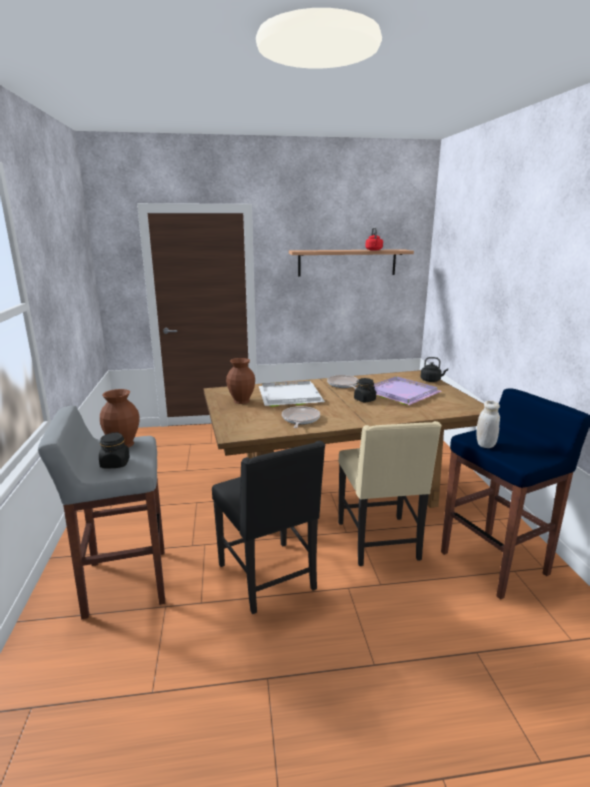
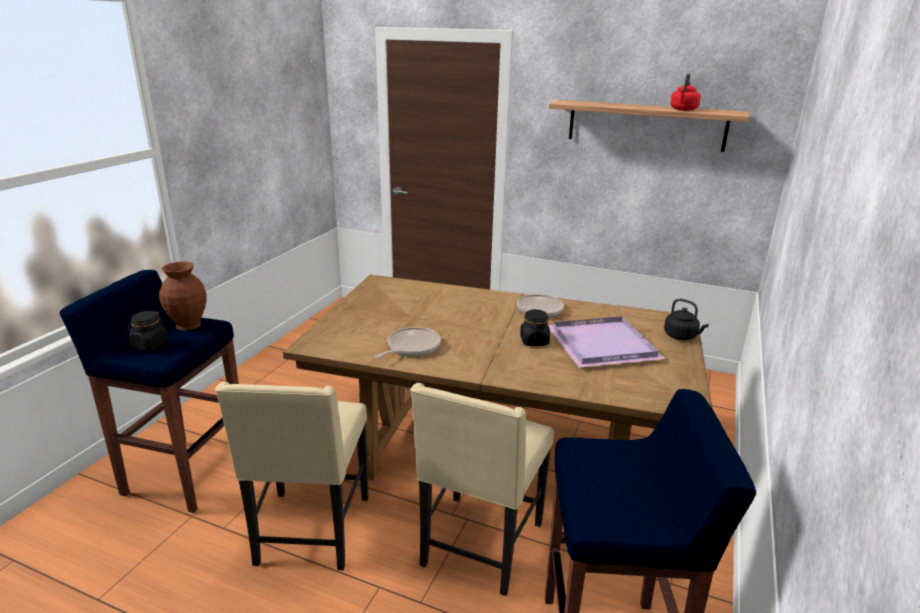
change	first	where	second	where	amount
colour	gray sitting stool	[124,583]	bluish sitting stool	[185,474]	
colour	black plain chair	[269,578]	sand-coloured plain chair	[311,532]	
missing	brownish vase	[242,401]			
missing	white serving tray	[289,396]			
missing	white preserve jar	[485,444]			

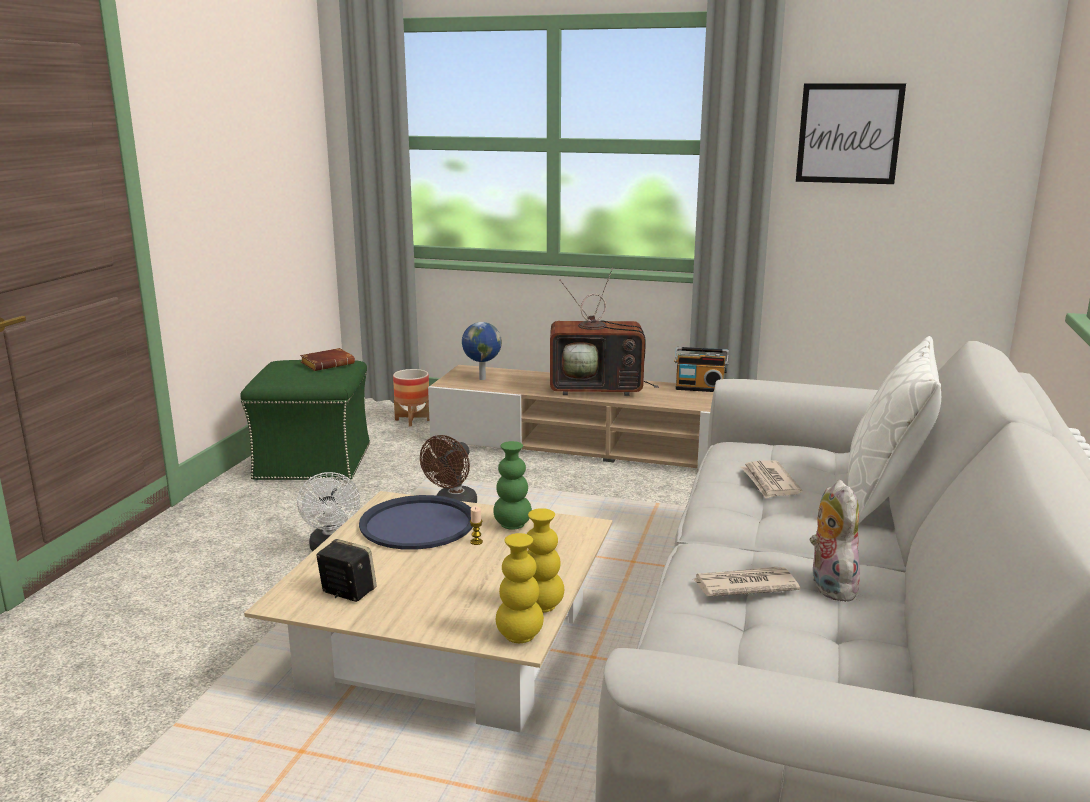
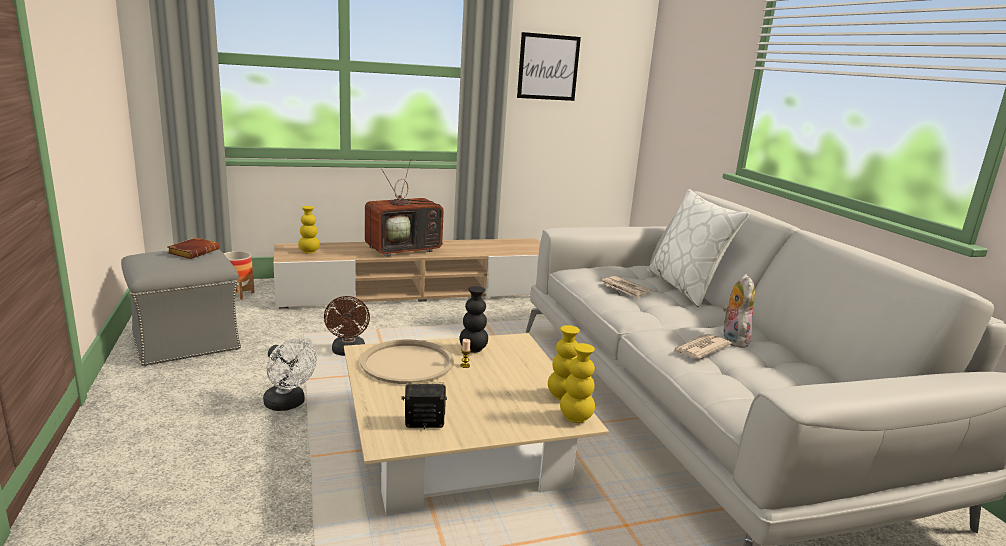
change	first	where	second	where	amount
colour	green ottoman	[314,462]	gray ottoman	[187,341]	
exchanged	globe	[481,379]	yellow-coloured vase	[309,252]	
colour	bluish serving tray	[418,524]	sand-coloured serving tray	[407,363]	
colour	green vase	[512,525]	black vase	[473,349]	
spun	plush toy	[829,586]		[732,339]	45 degrees clockwise
missing	radio set	[699,388]			

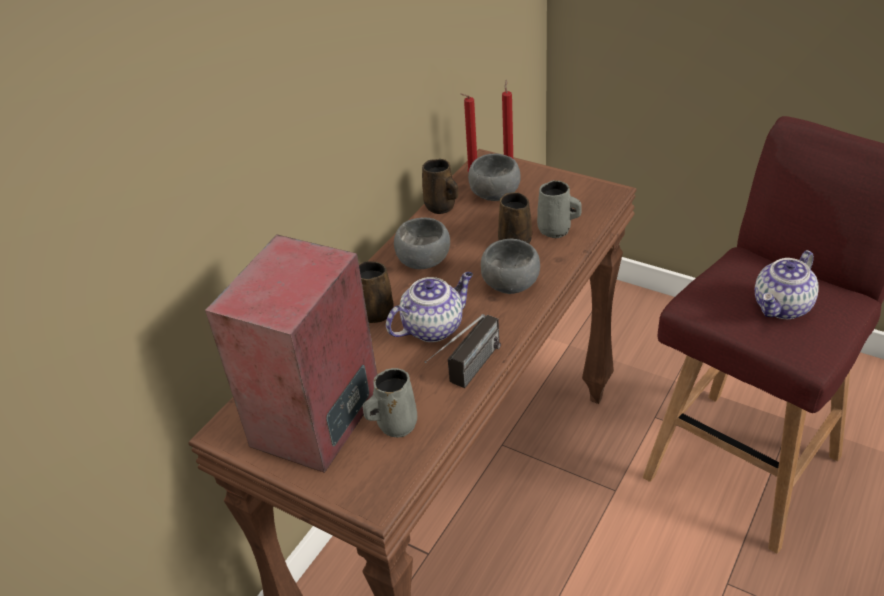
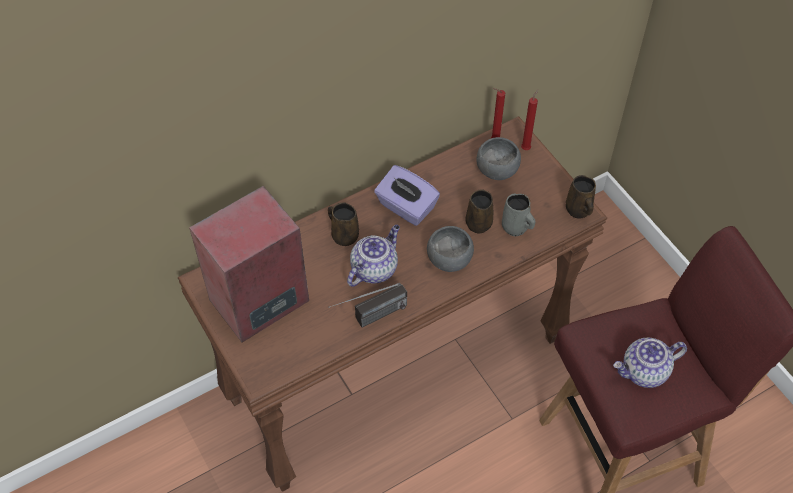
change	first	where	second	where	amount
spun	teapot	[433,327]		[374,268]	45 degrees counterclockwise
exchanged	gray serving bowl	[425,260]	purplish tissue box	[406,207]	
relocated	brownish coffee mug	[441,207]		[579,210]	
missing	gray coffee mug	[395,425]			

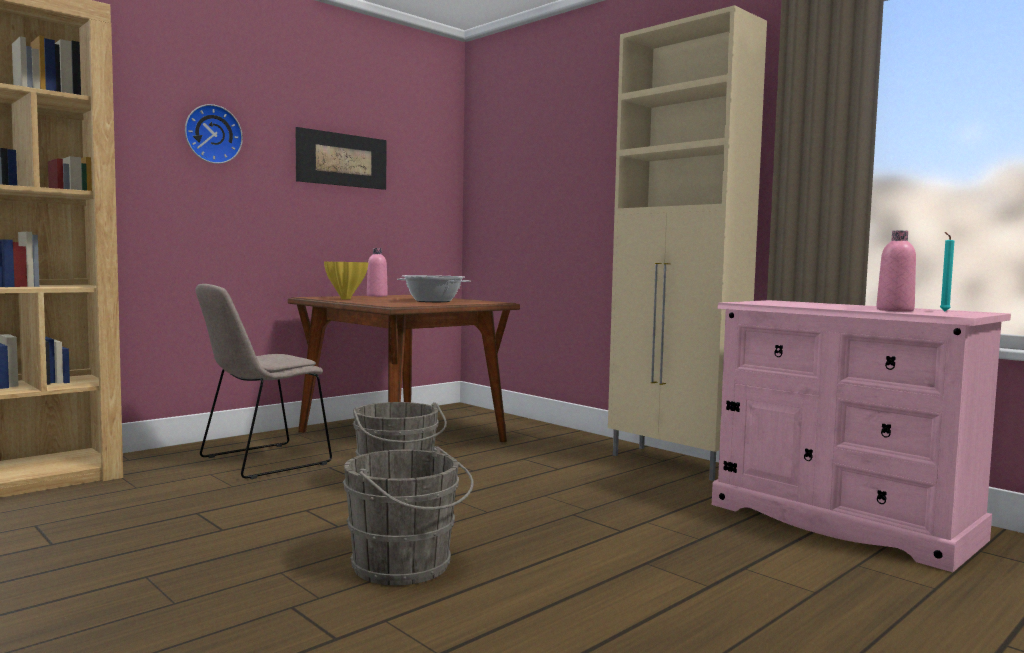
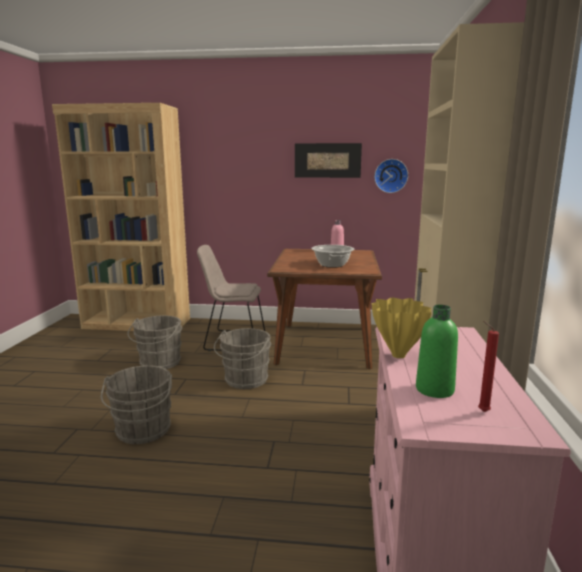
change	first	where	second	where	amount
appeared			gray water bucket	[159,363]	
relocated	yellow-coloured vase	[344,299]		[397,355]	
relocated	hanging clock	[212,134]		[390,176]	
colour	pink beverage bottle	[895,310]	green beverage bottle	[434,389]	
colour	turquoise wax candle	[943,311]	reddish wax candle	[481,411]	

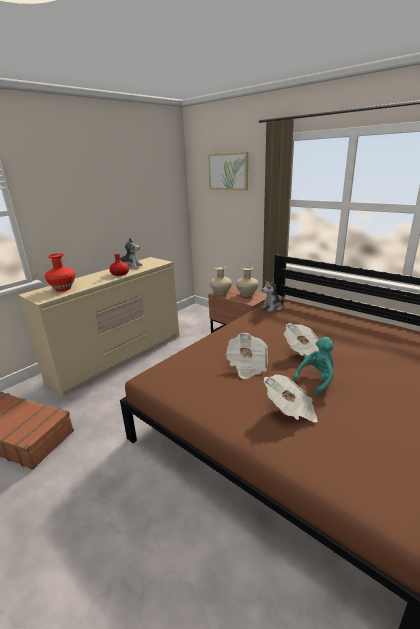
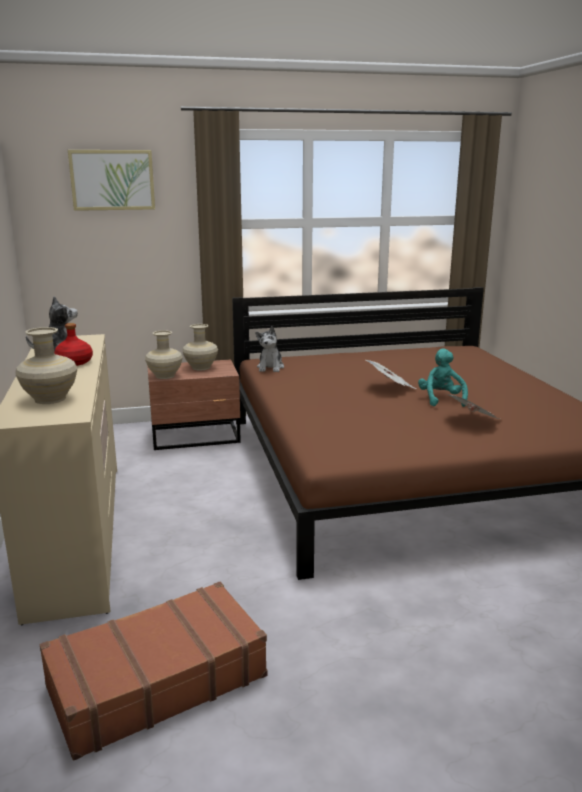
change	first	where	second	where	amount
colour	reddish vase	[63,289]	sand-coloured vase	[51,399]	
missing	printed paper	[247,366]			

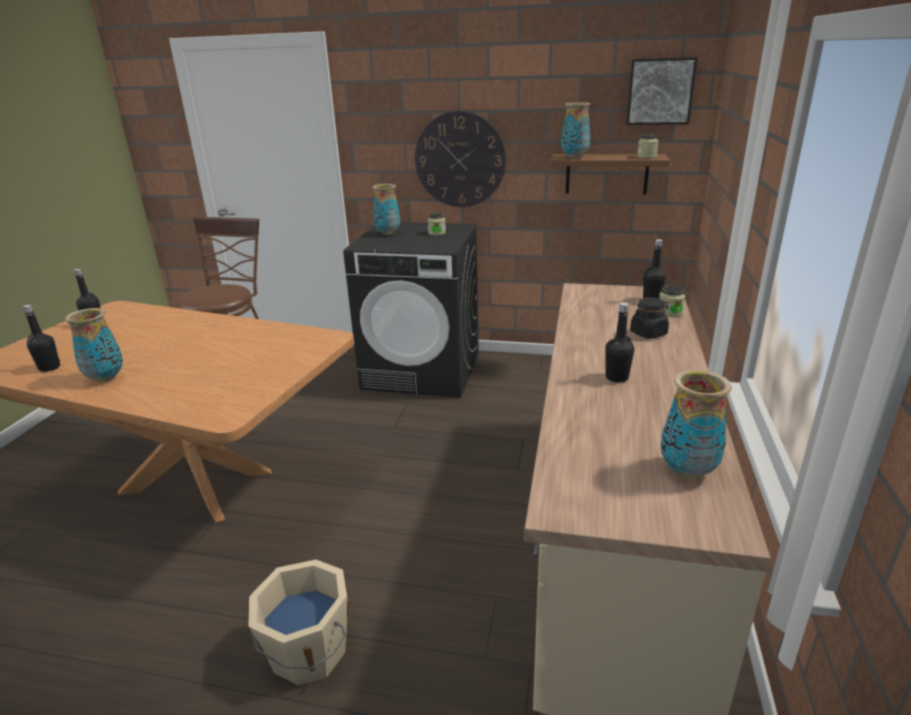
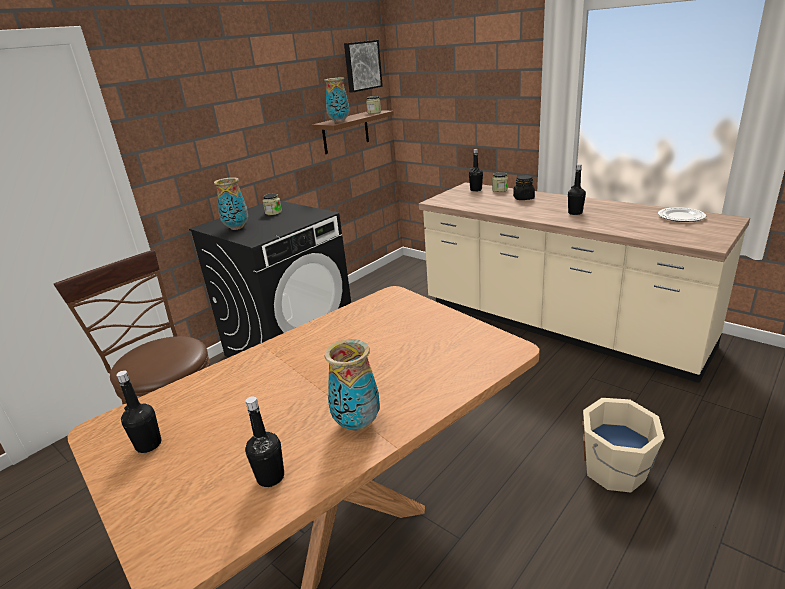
change	first	where	second	where	amount
exchanged	vase	[687,470]	flat dish	[680,217]	
missing	hanging clock	[460,160]			

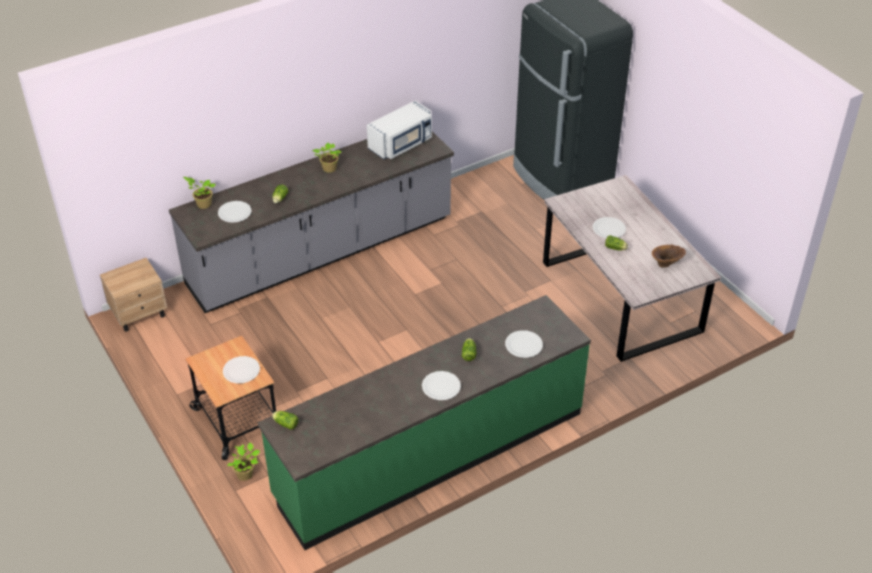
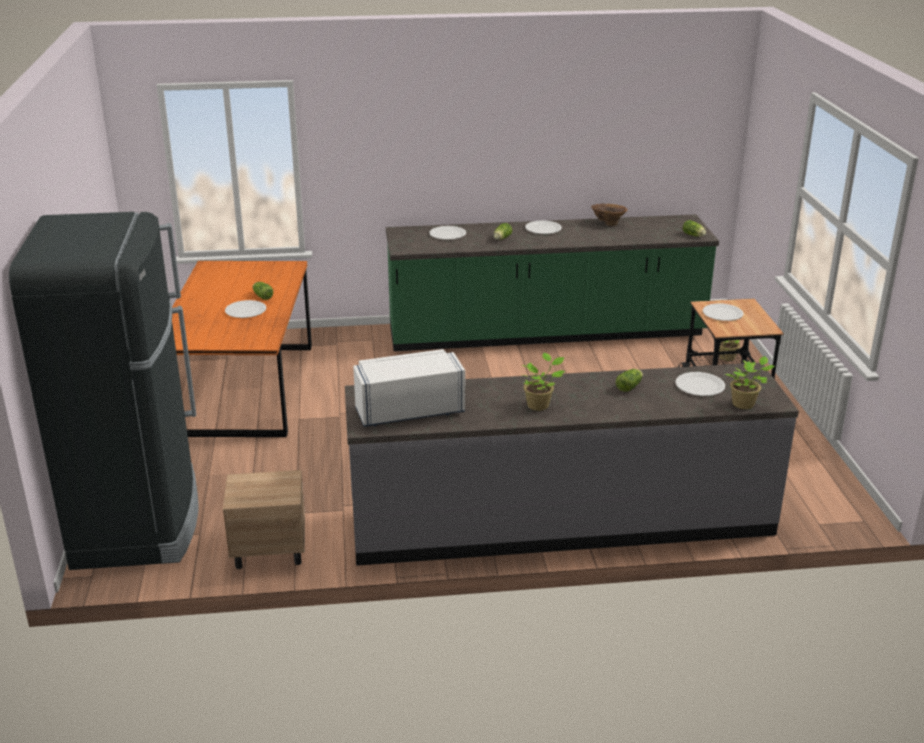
change	first	where	second	where	amount
colour	gray dining table	[622,296]	orange-coloured dining table	[242,388]	
relocated	sand-coloured nightstand	[140,314]		[268,551]	
relocated	brownish vase	[666,265]		[608,223]	

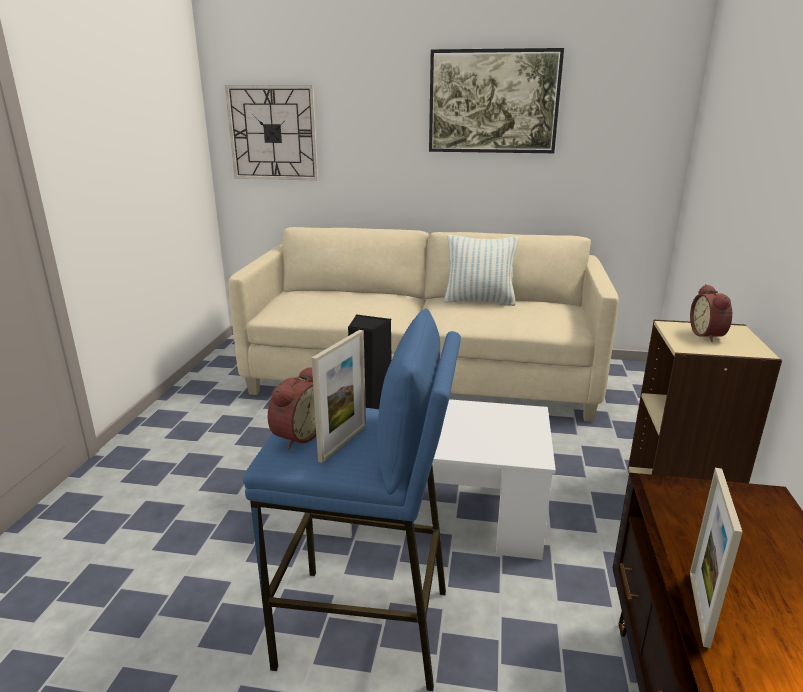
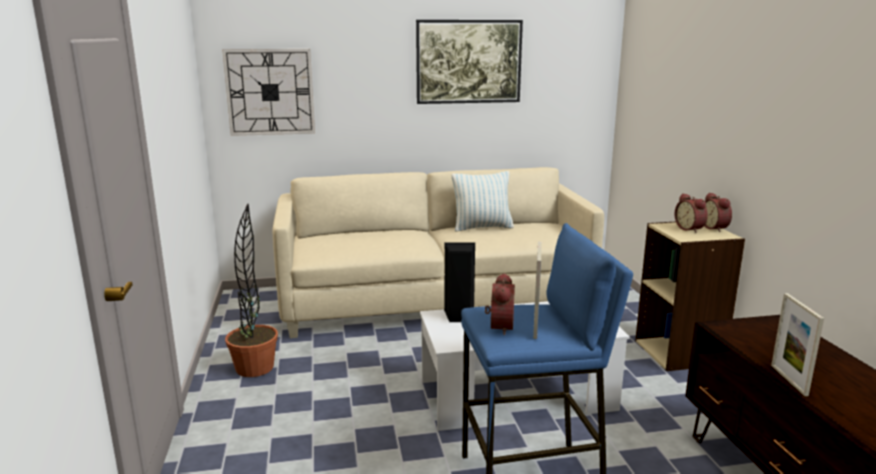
change	first	where	second	where	amount
appeared			plant in a pot	[255,368]	
appeared			alarm clock	[715,228]	

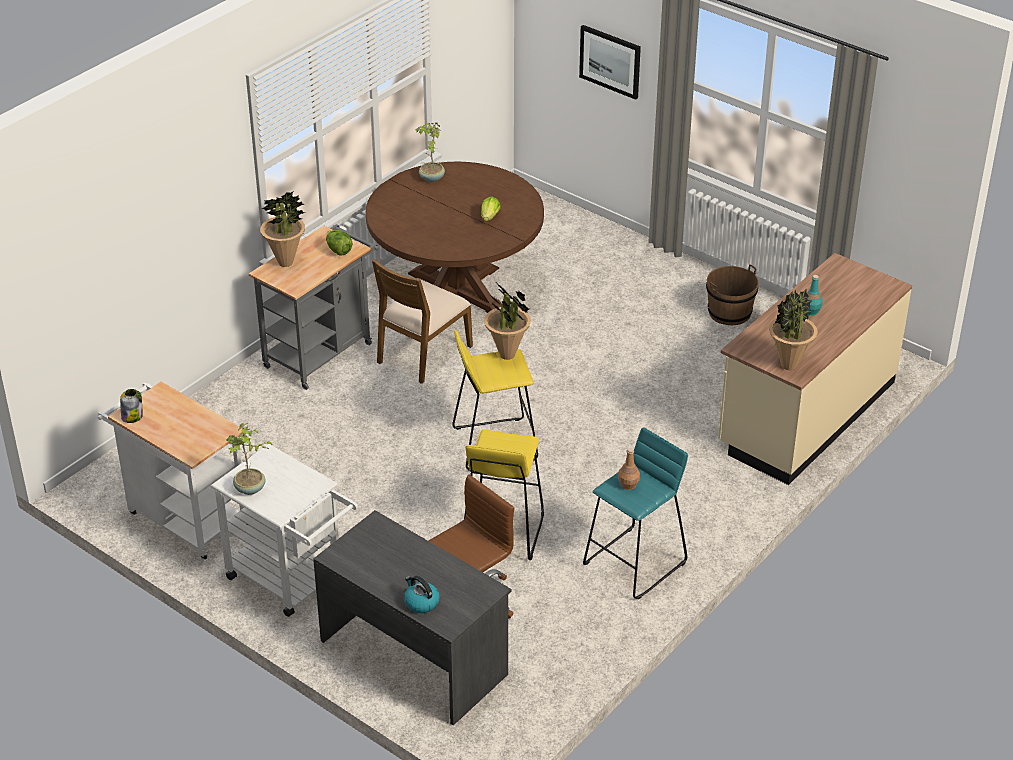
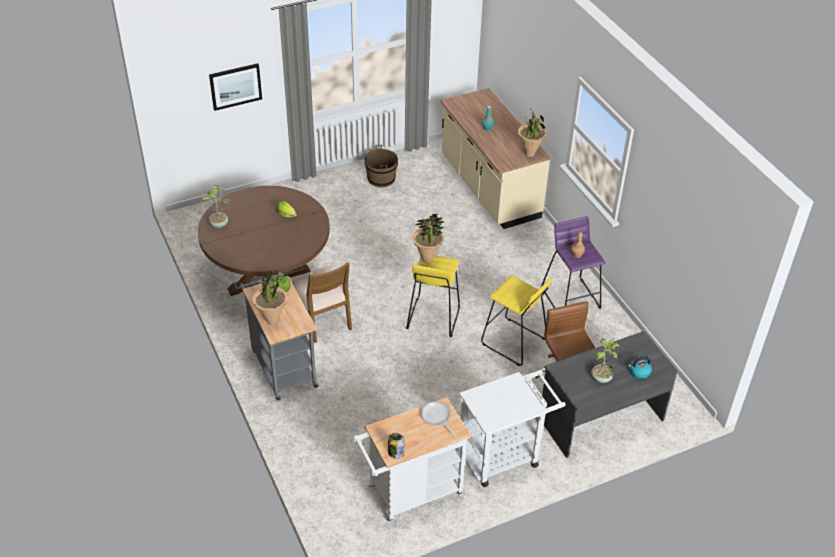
change	first	where	second	where	amount
appeared			skillet	[437,417]	
colour	turquoise sitting stool	[635,563]	purplish sitting stool	[571,298]	
relocated	plant in a pot	[250,489]		[601,378]	

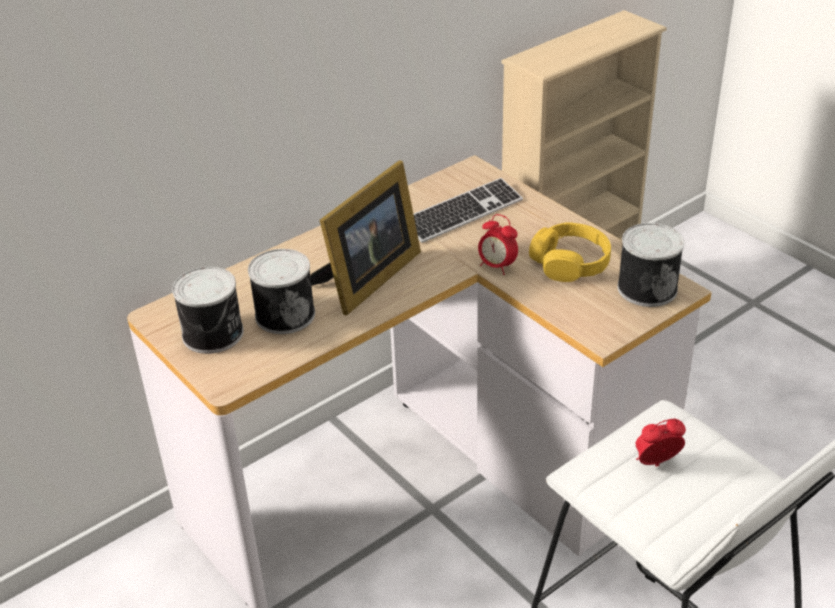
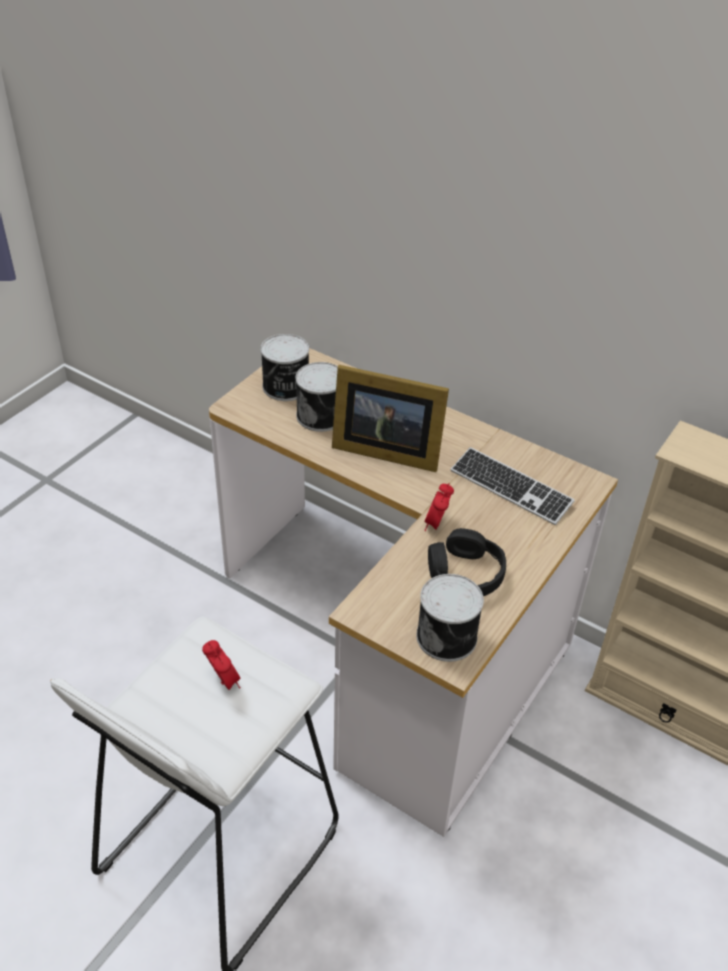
change	first	where	second	where	amount
colour	yellow-coloured pair of headphones	[570,262]	black pair of headphones	[465,574]	

